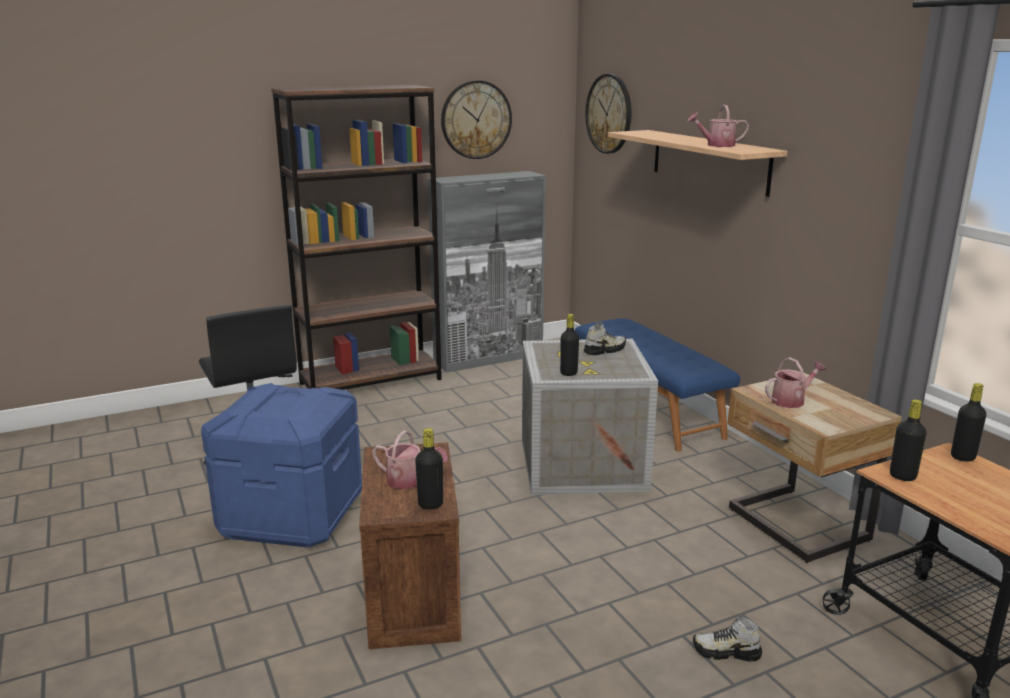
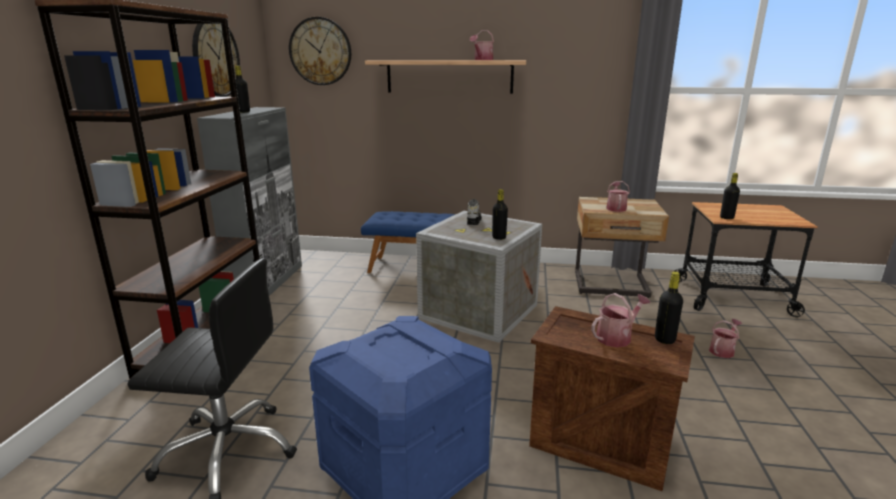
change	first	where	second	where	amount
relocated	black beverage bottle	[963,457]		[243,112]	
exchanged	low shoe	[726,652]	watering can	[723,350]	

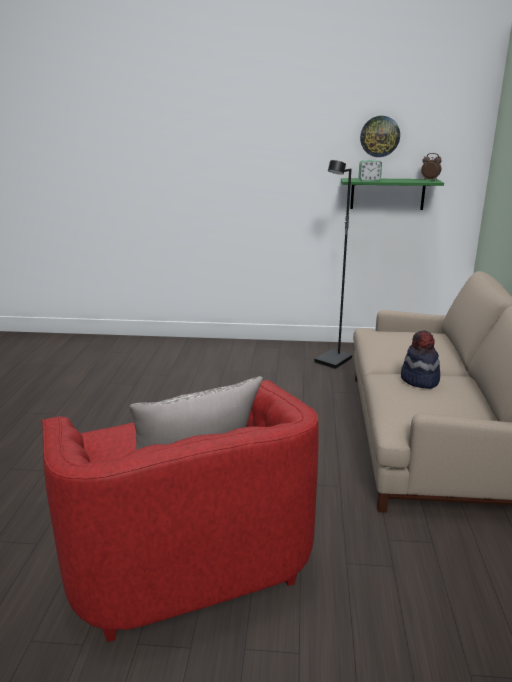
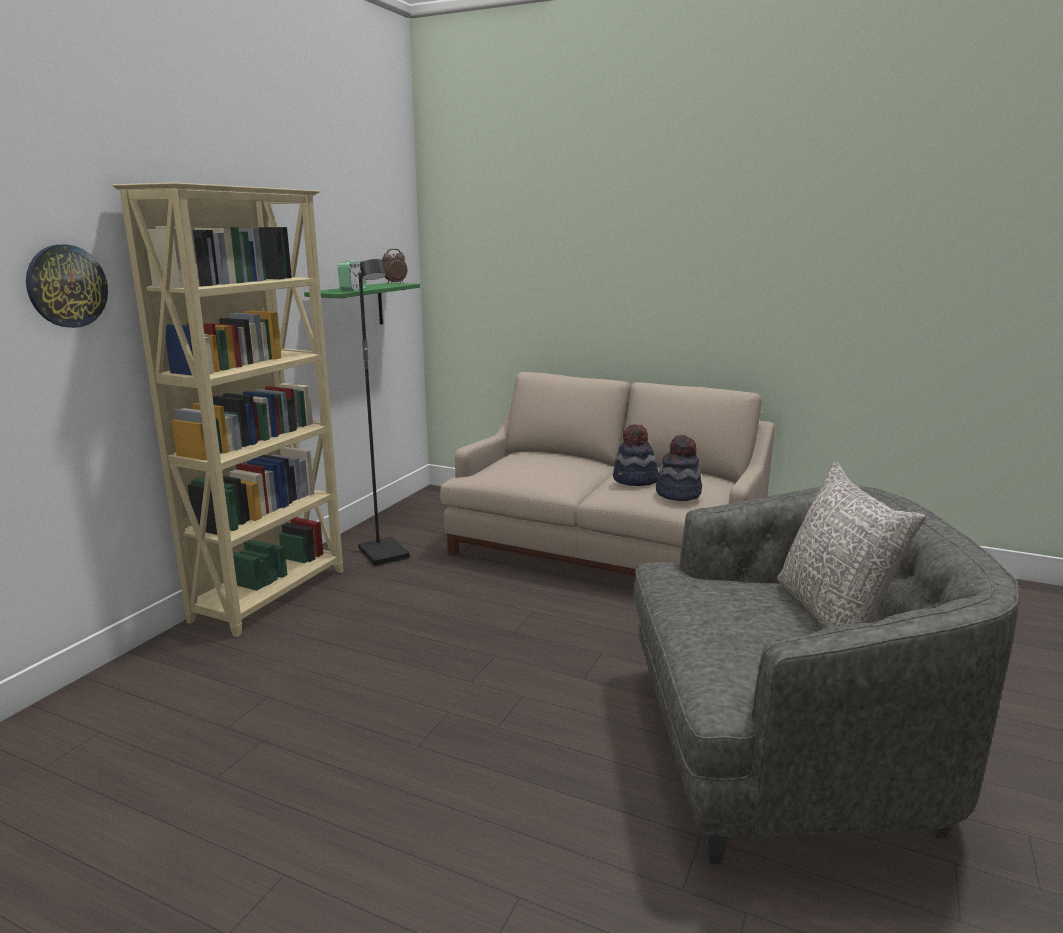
change	first	where	second	where	amount
relocated	hanging clock	[379,136]		[66,286]	
appeared			sand-coloured bookshelf	[272,595]	
colour	reddish easy chair	[184,550]	gray easy chair	[778,750]	
appeared			wearable hat	[678,493]	

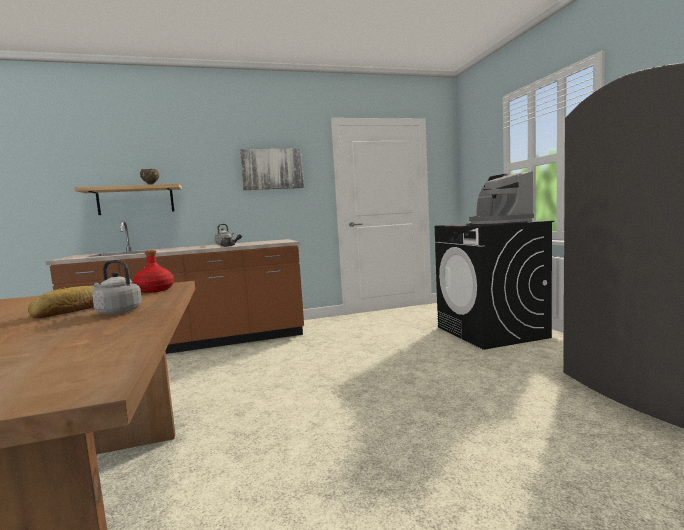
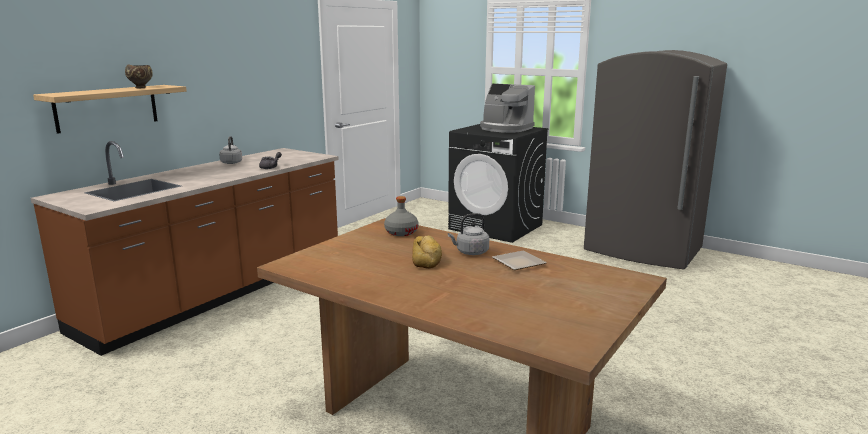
change	first	where	second	where	amount
colour	reddish beverage bottle	[155,290]	gray beverage bottle	[401,232]	
appeared			flat dish	[518,264]	
missing	wall art	[272,169]			

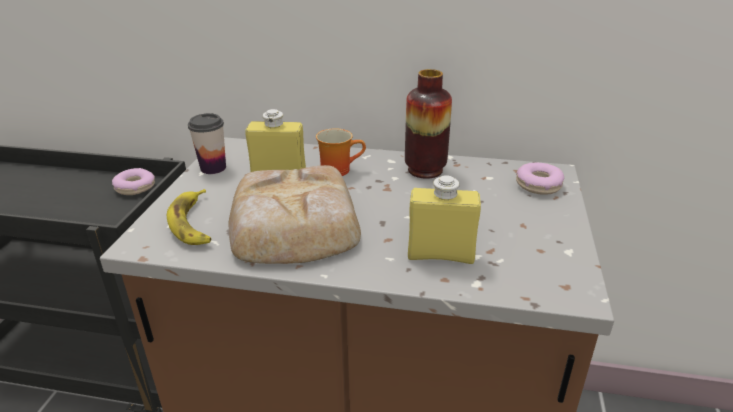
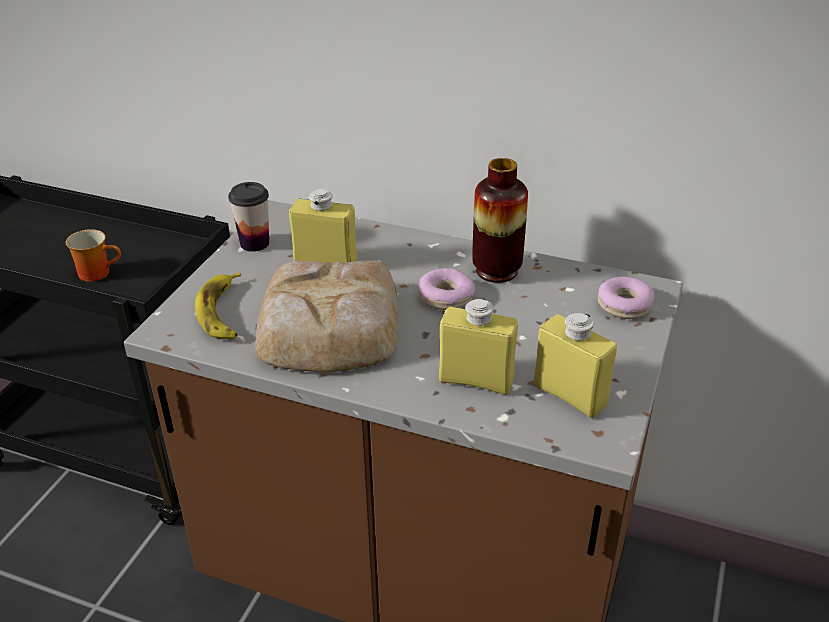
change	first	where	second	where	amount
relocated	coffee mug	[339,169]		[98,272]	
relocated	doughnut	[135,187]		[446,297]	
appeared			yellow-coloured beverage bottle	[569,395]	

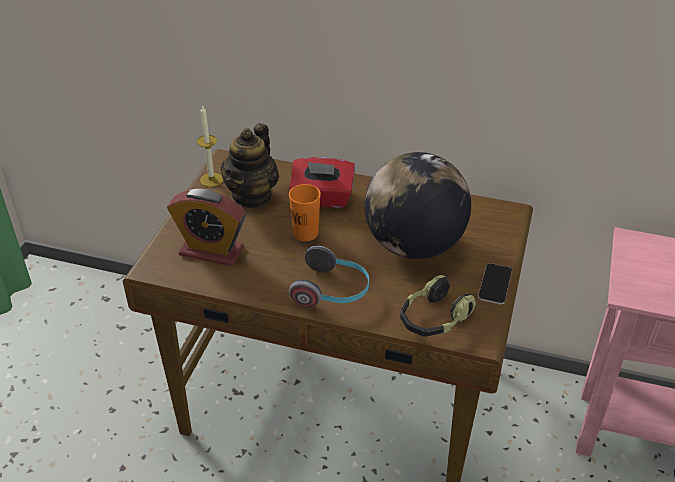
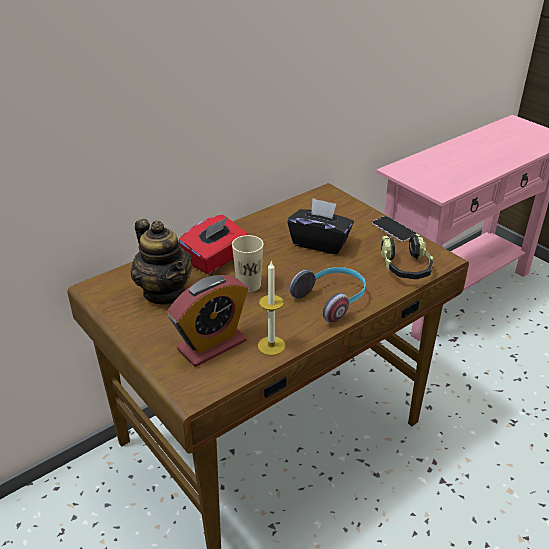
change	first	where	second	where	amount
colour	orange-coloured small cup	[305,233]	sand-coloured small cup	[248,285]	
relocated	wax candle	[211,180]		[271,345]	
exchanged	globe	[414,245]	black tissue box	[320,243]	

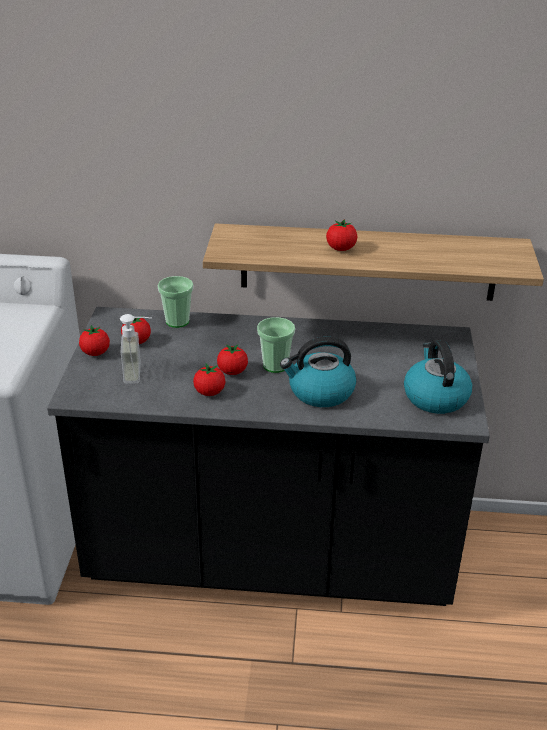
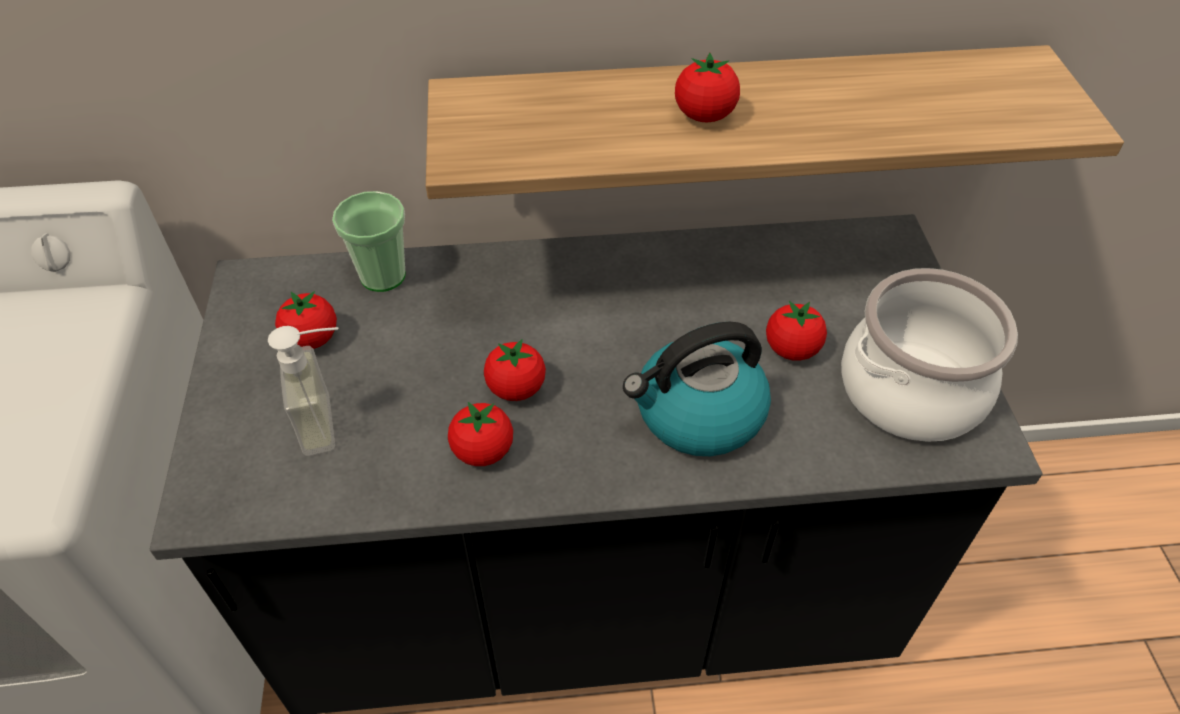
change	first	where	second	where	amount
relocated	tomato	[95,353]		[791,349]	
exchanged	kettle	[435,397]	stockpot	[912,391]	
missing	small cup	[275,365]			

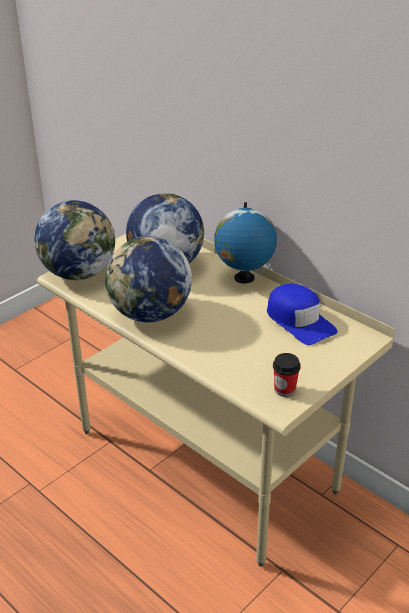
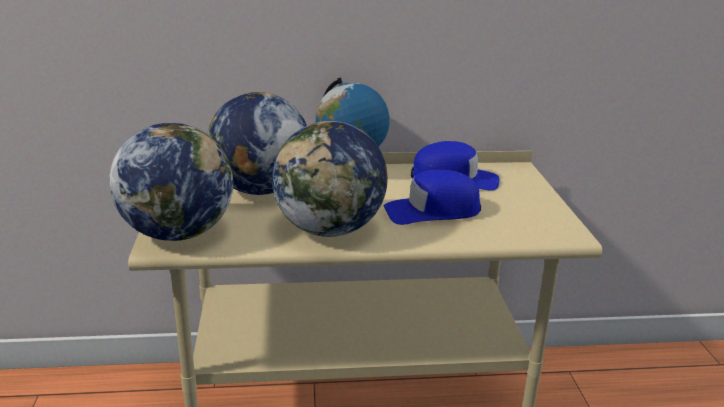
change	first	where	second	where	amount
appeared			bluish cap	[432,211]	
missing	small cup	[284,390]			

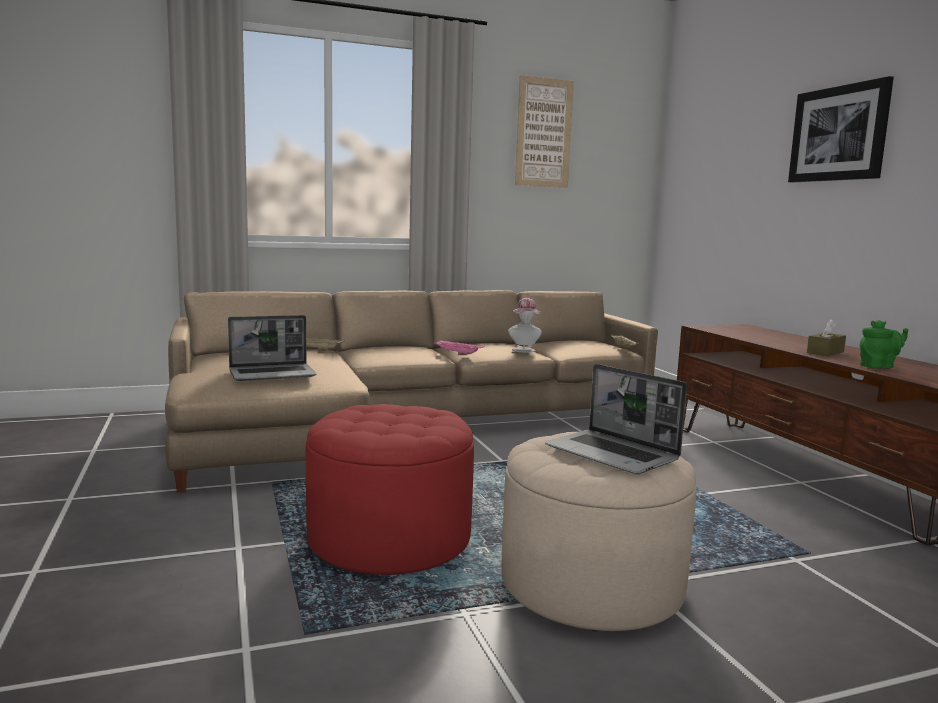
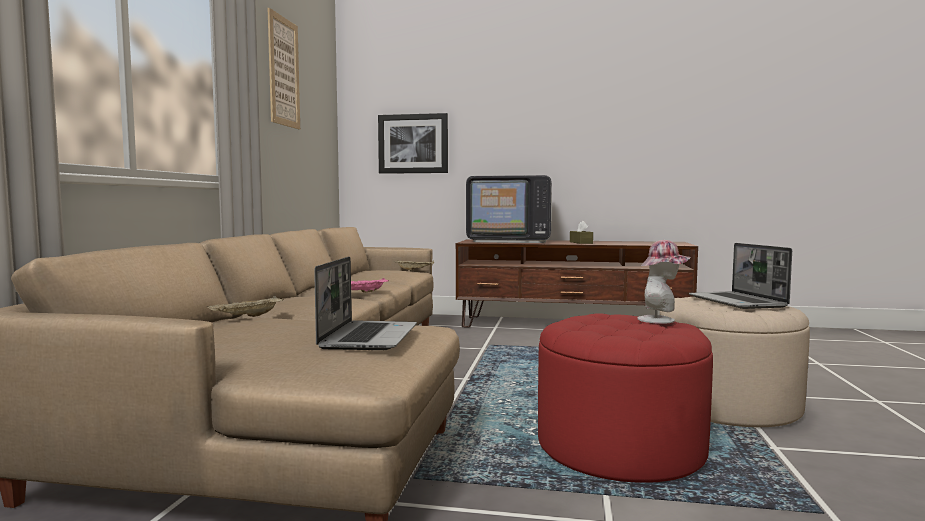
change	first	where	second	where	amount
relocated	wall art	[839,134]		[413,144]	
appeared			TV set	[510,241]	
relocated	wearable hat	[524,351]		[661,320]	
spun	laptop	[613,454]		[738,302]	90 degrees clockwise
missing	green teapot	[879,367]			

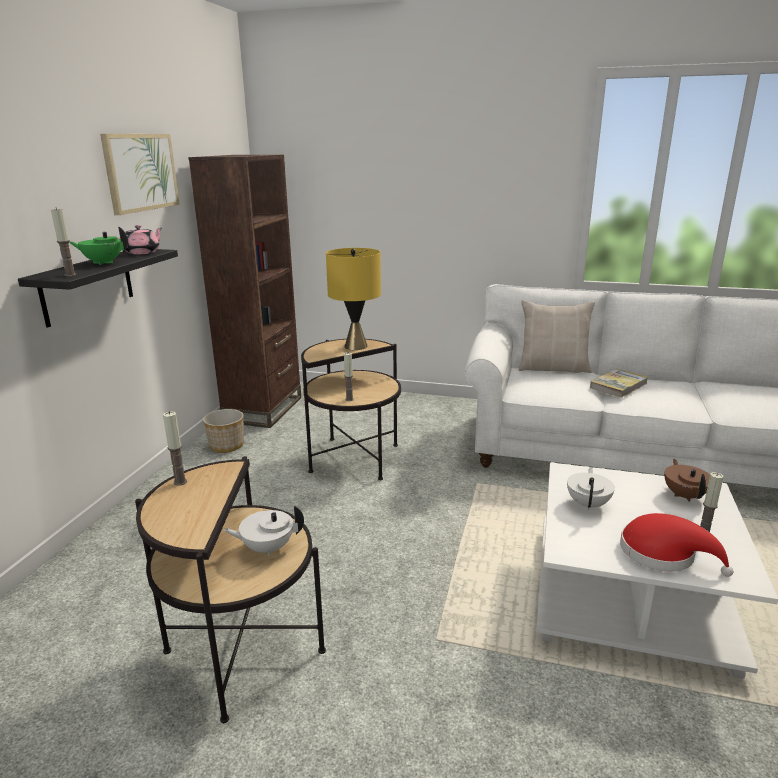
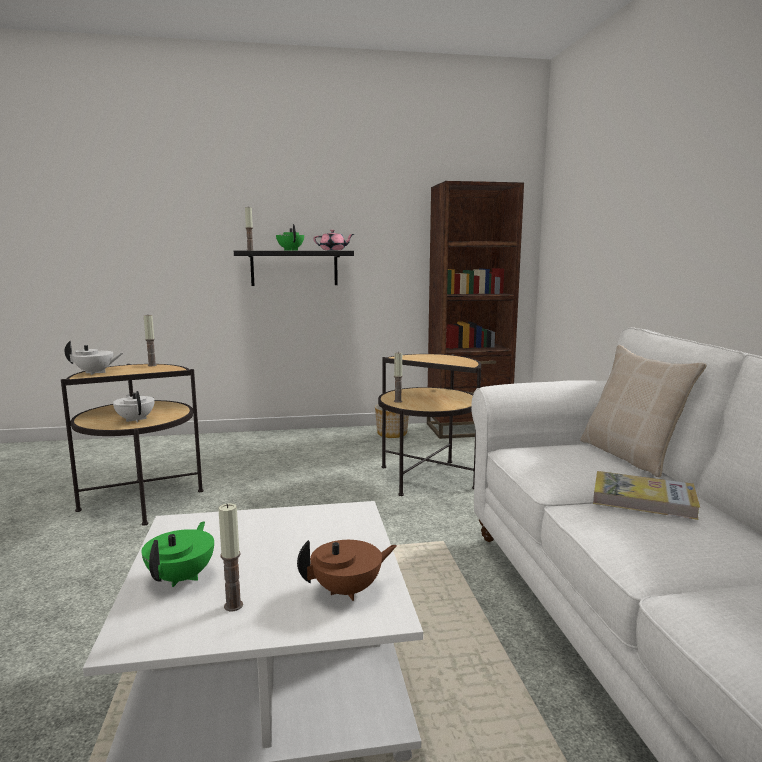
change	first	where	second	where	amount
relocated	white teapot	[588,504]		[95,373]	
exchanged	reddish wearable hat	[663,554]	green teapot	[182,577]	
missing	wall art	[141,172]			
missing	yellow-coloured table lamp	[356,346]			

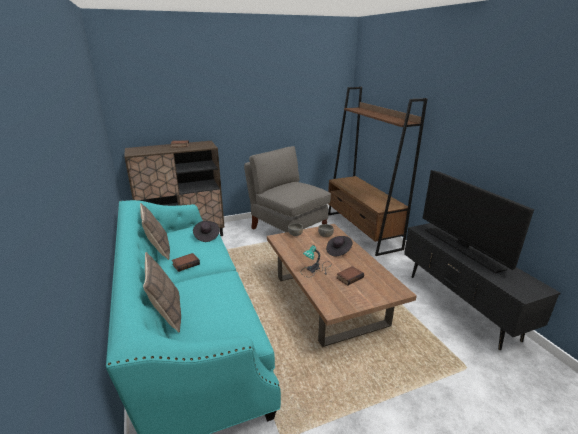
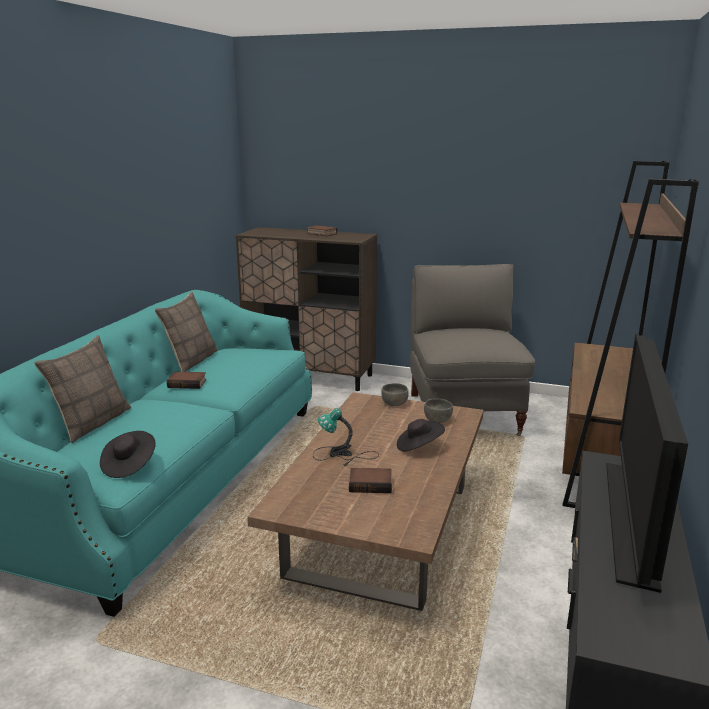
change	first	where	second	where	amount
relocated	black wearable hat	[206,236]		[129,465]	

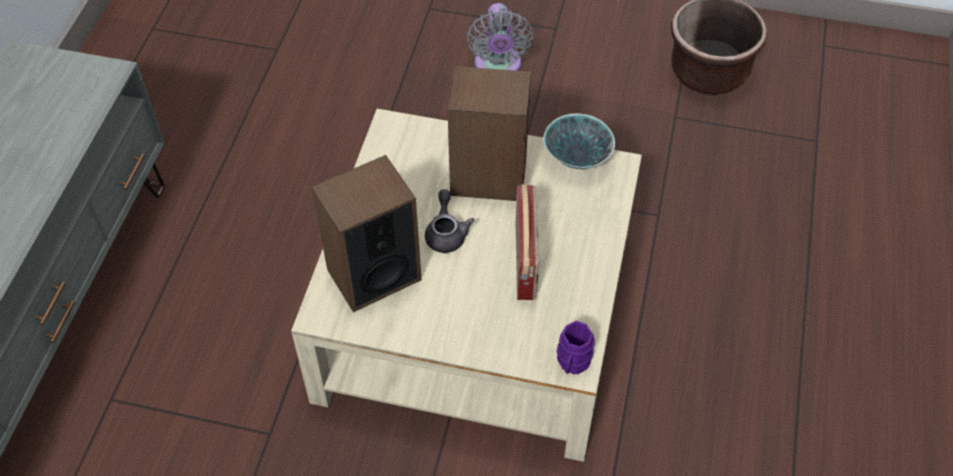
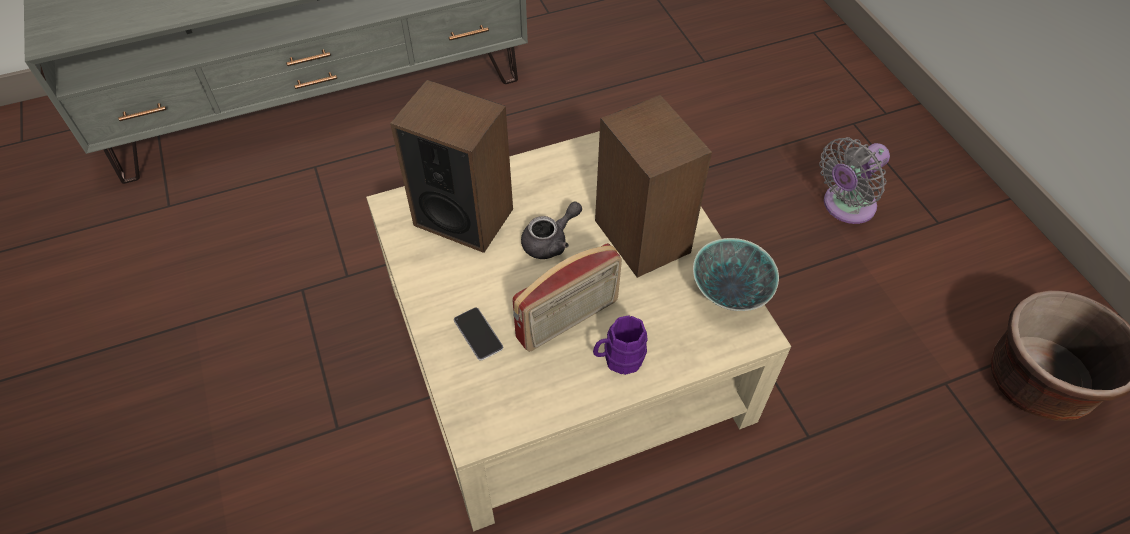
change	first	where	second	where	amount
appeared			phone	[478,334]	
relocated	purplish coffee mug	[572,363]		[618,358]	

